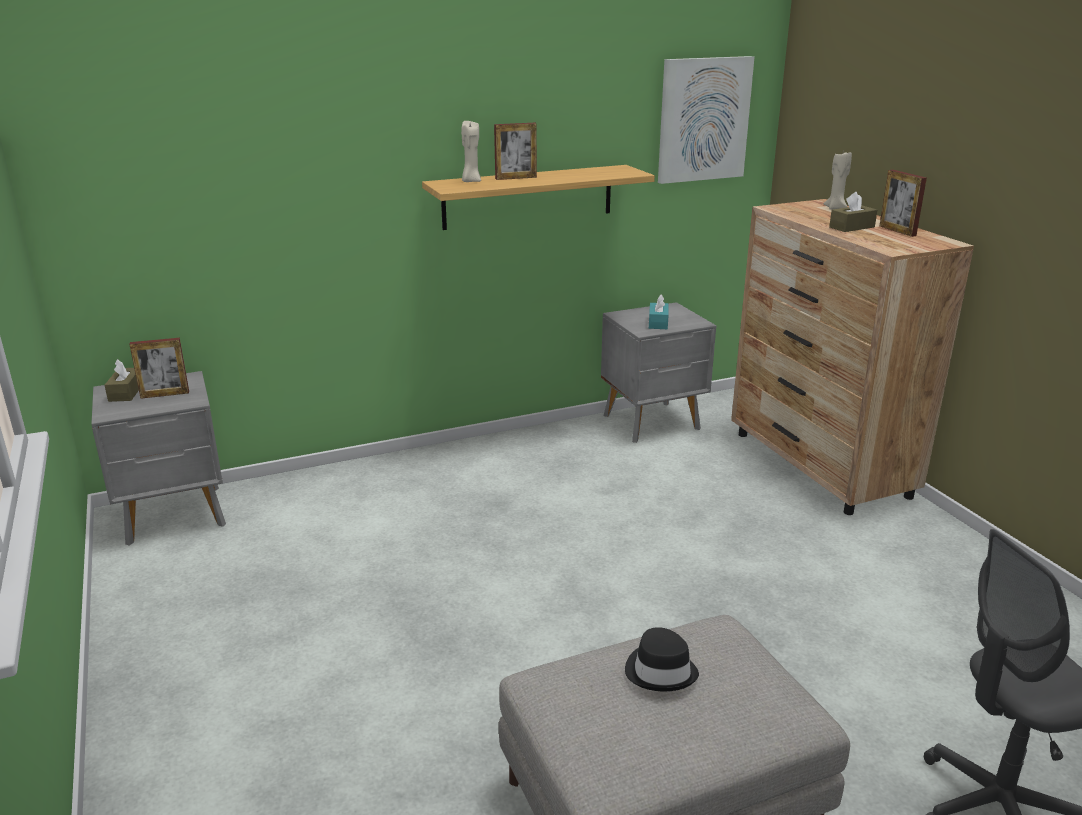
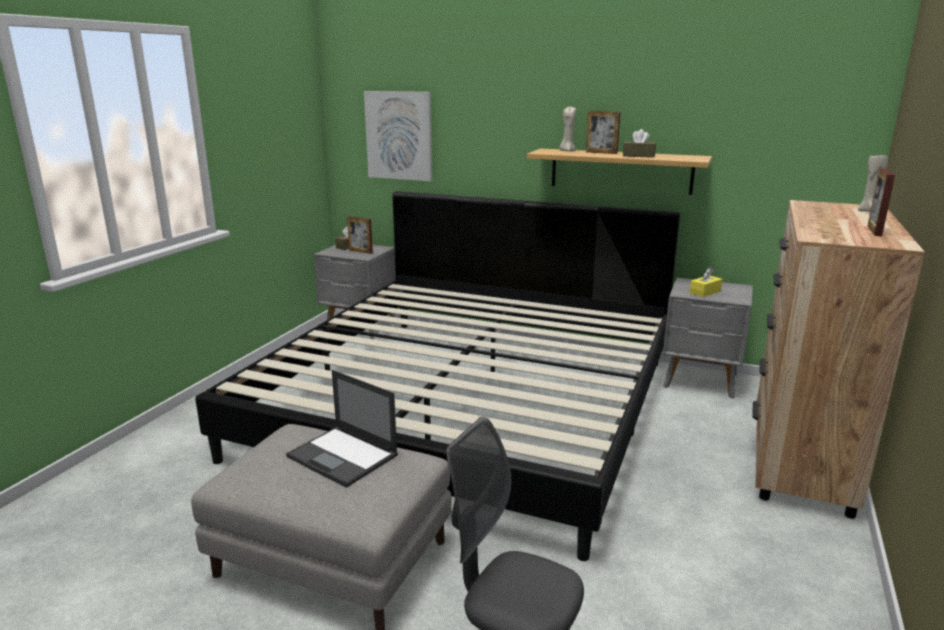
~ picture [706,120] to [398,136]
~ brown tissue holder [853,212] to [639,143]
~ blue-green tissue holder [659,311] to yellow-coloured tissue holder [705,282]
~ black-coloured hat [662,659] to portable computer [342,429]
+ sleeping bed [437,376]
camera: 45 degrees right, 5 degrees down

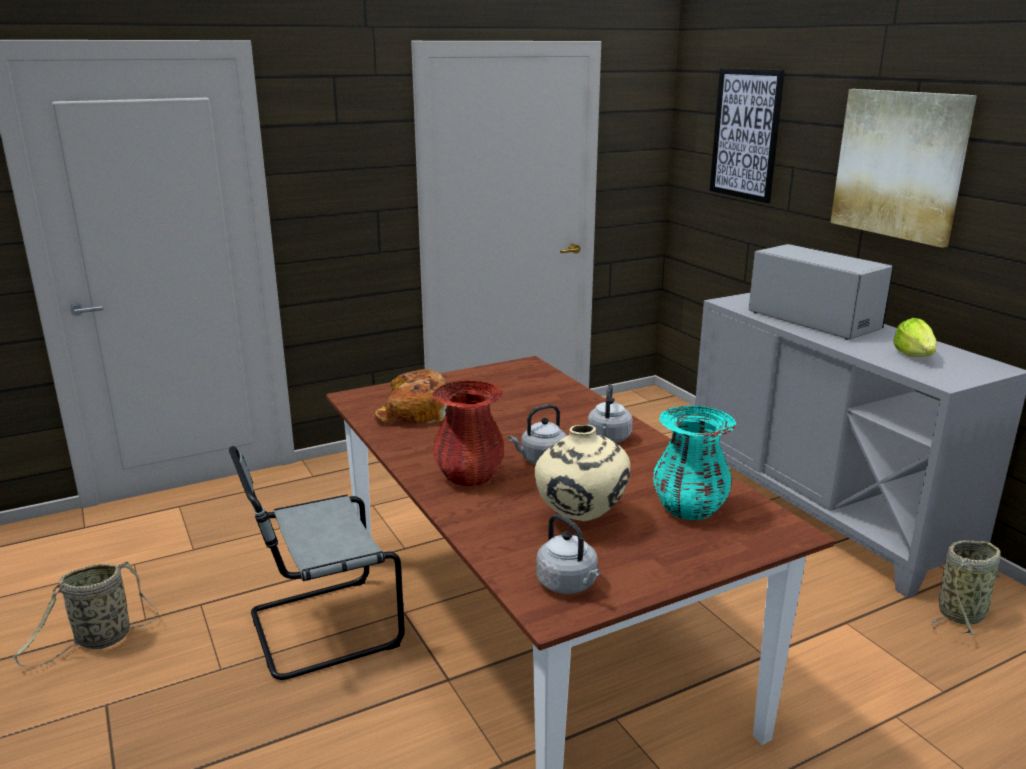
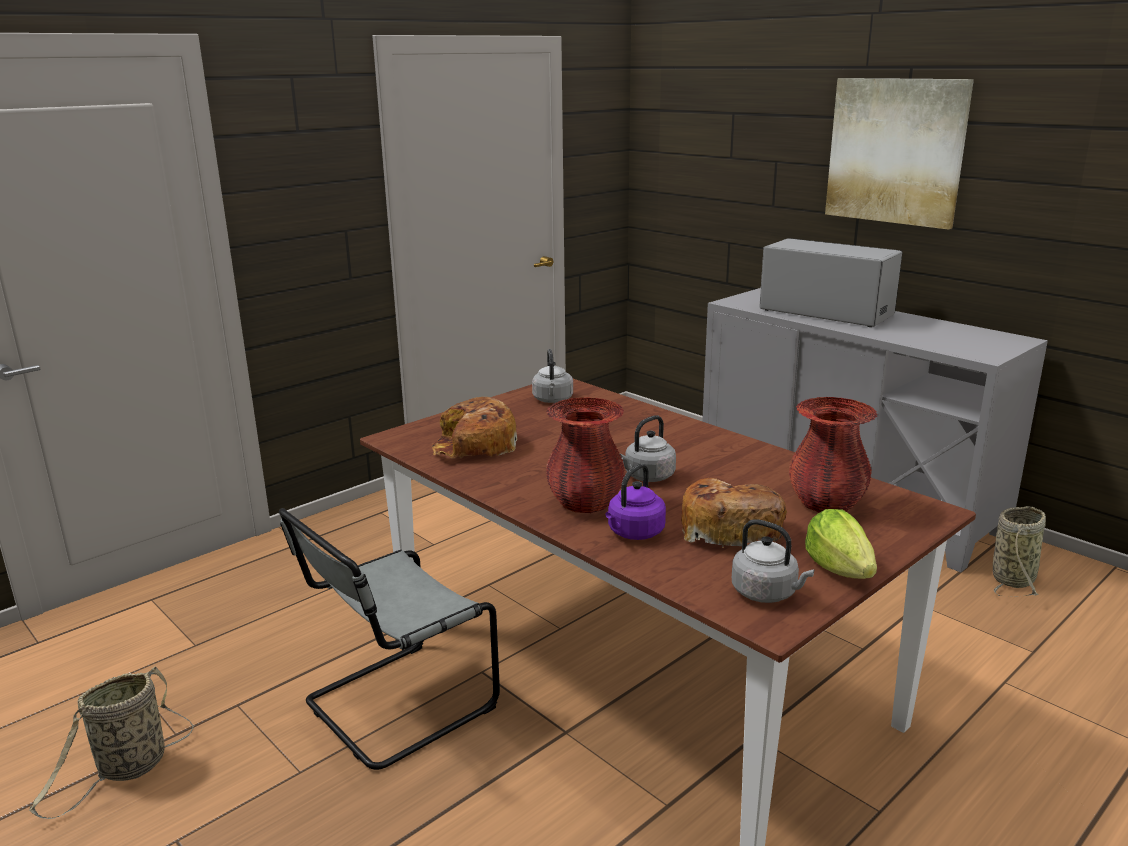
- picture [747,135]
~ head of lettuce [915,337] to [841,544]
~ grey tea kettle [610,413] to [552,376]
~ blue-green decorative vase [694,463] to reddish decorative vase [833,455]
~ beige decorative vase [582,473] to baked bread [734,513]
+ purplish tea kettle [635,502]
camera: 15 degrees left, 0 degrees up

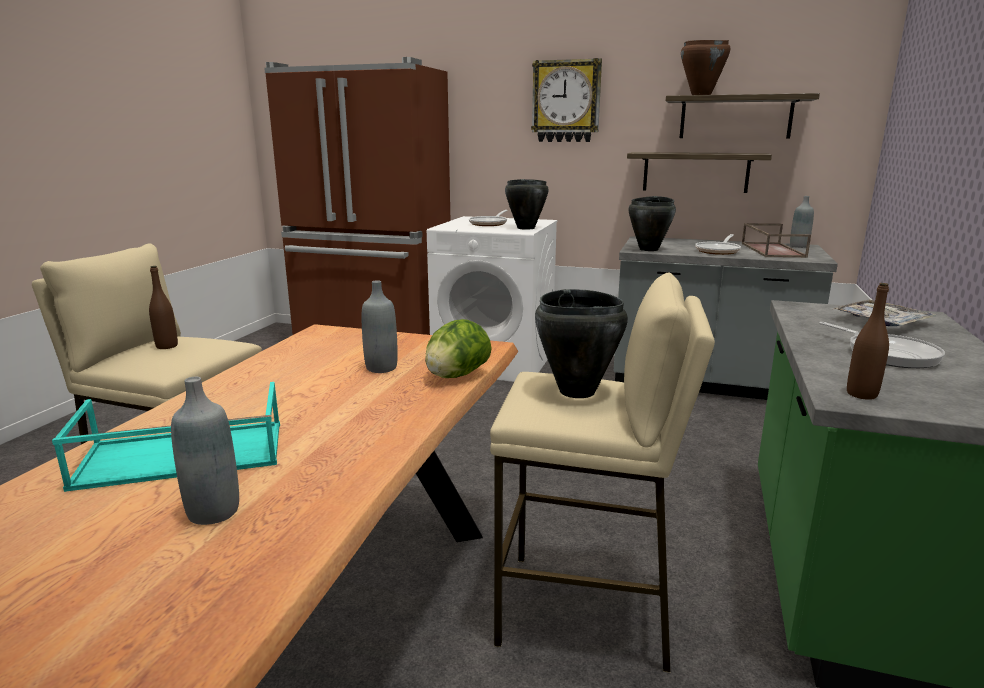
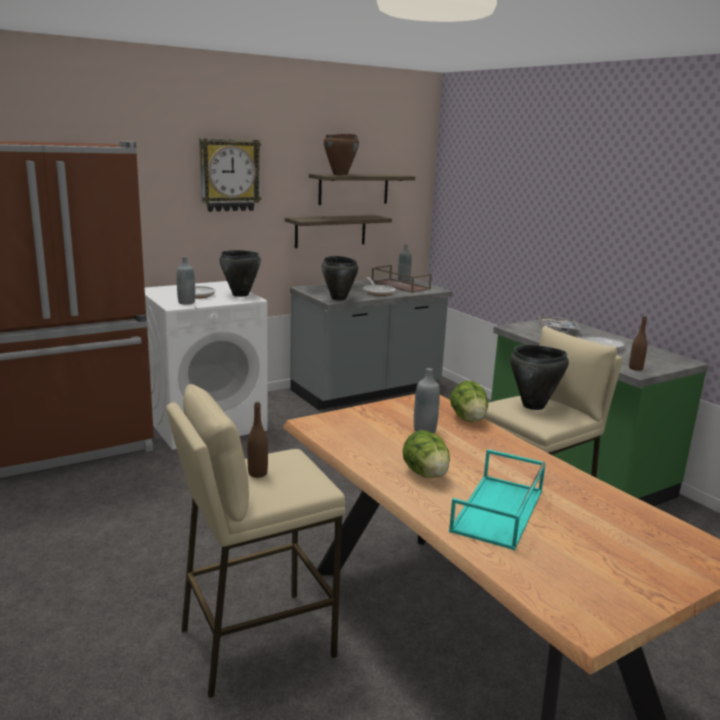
~ grey beverage bottle [205,451] to [186,281]
+ head of lettuce [426,454]
camera: 50 degrees left, 0 degrees up

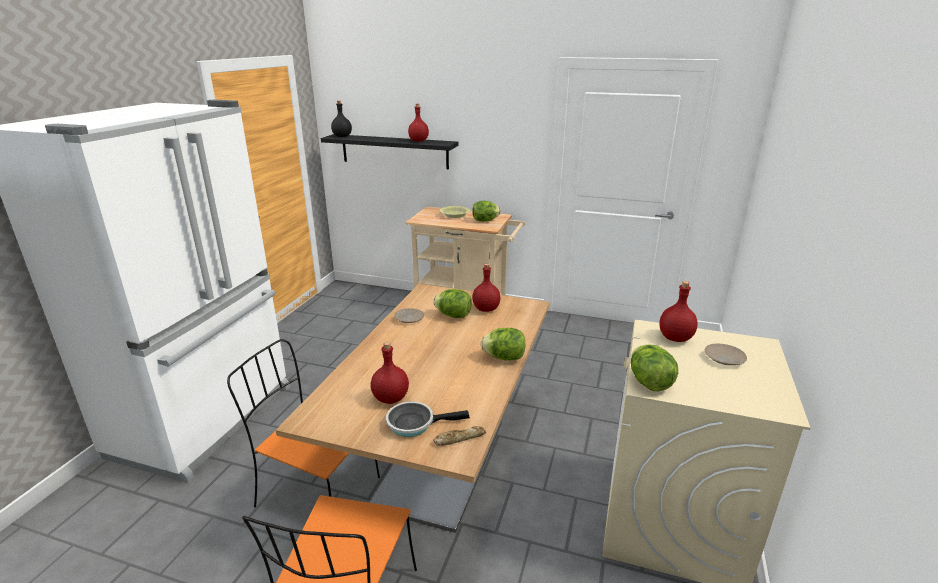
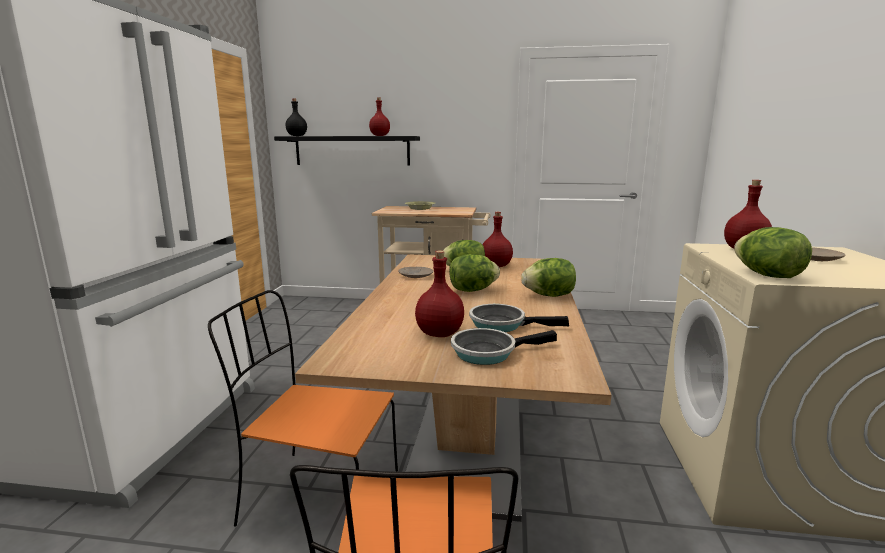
~ head of lettuce [486,211] to [474,273]
- baked bread [459,436]
+ frying pan [519,318]
camera: 10 degrees left, 10 degrees down

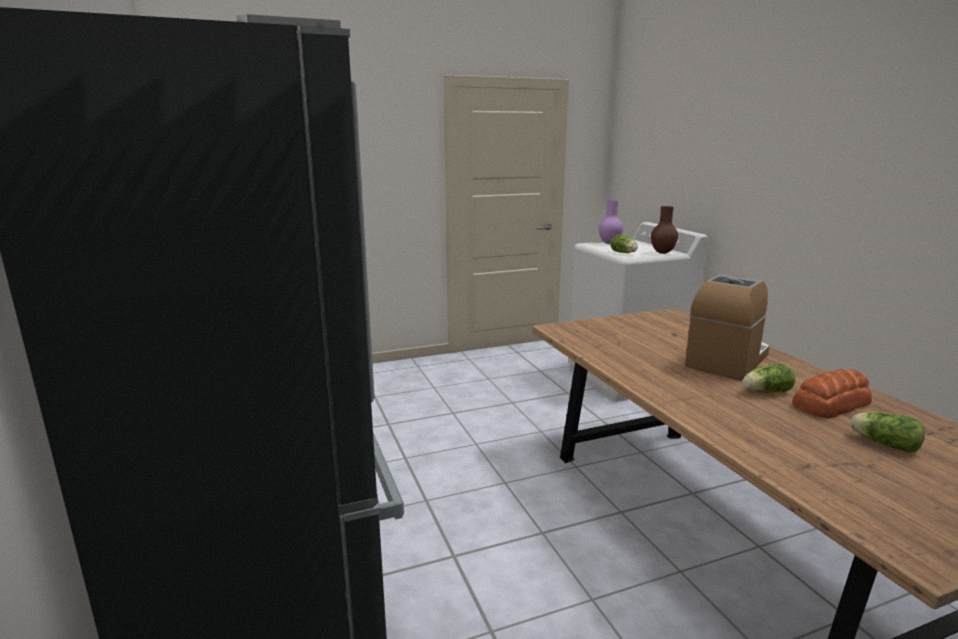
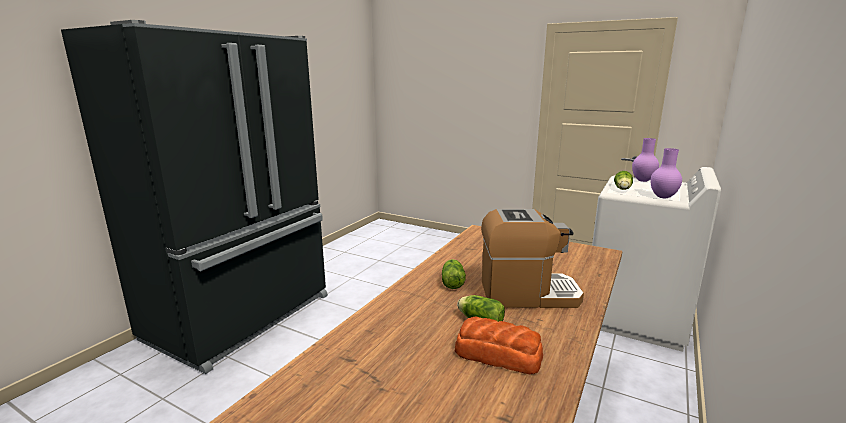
~ brown decorative vase [664,230] to purplish decorative vase [666,173]
~ head of lettuce [888,432] to [454,274]
camera: 50 degrees right, 0 degrees up

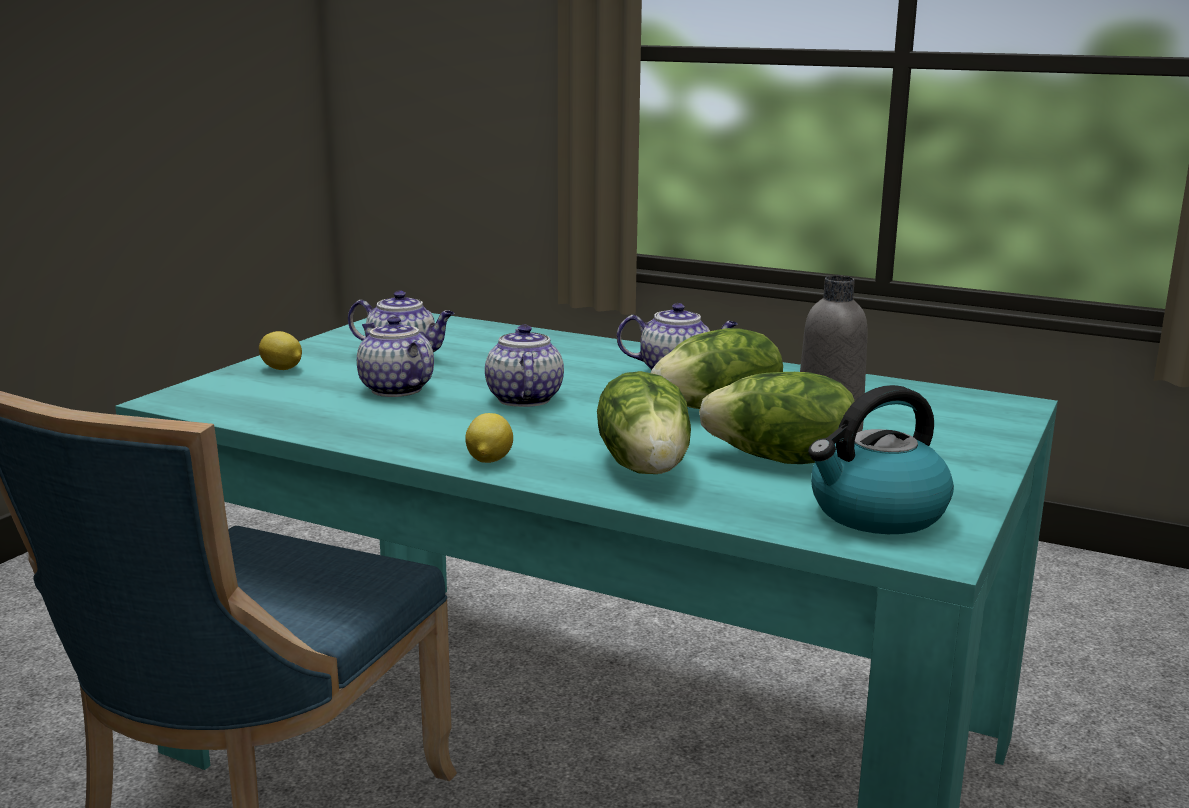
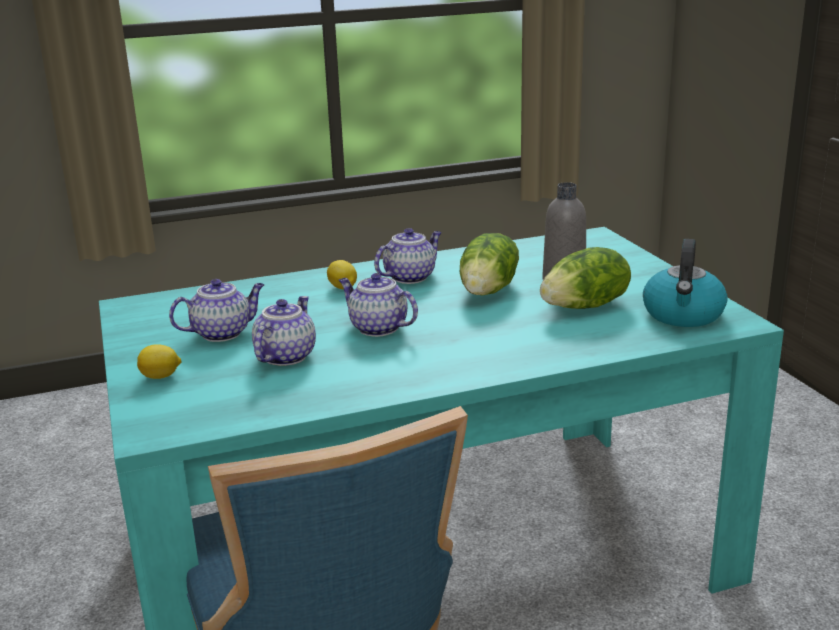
~ tea pot [395,356] = [284,331] 105 degrees clockwise
- head of lettuce [644,422]
~ whole lemon [489,438] to [342,274]
camera: 45 degrees left, 5 degrees up

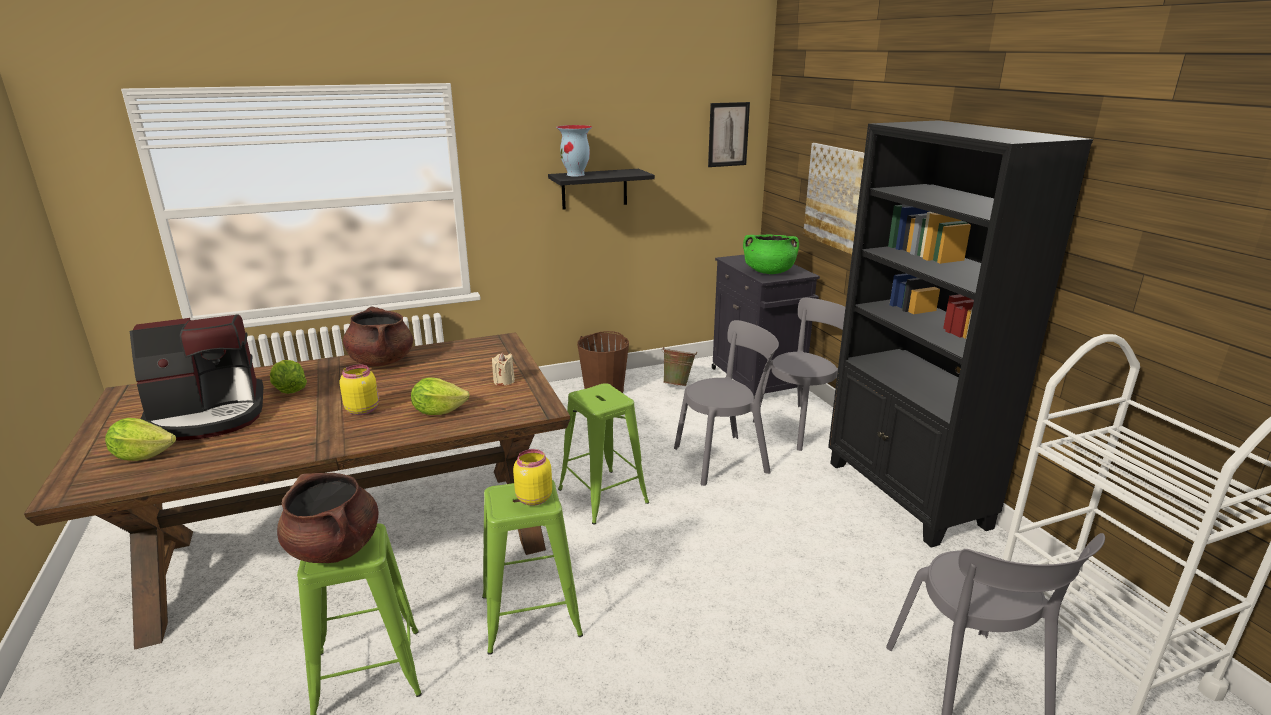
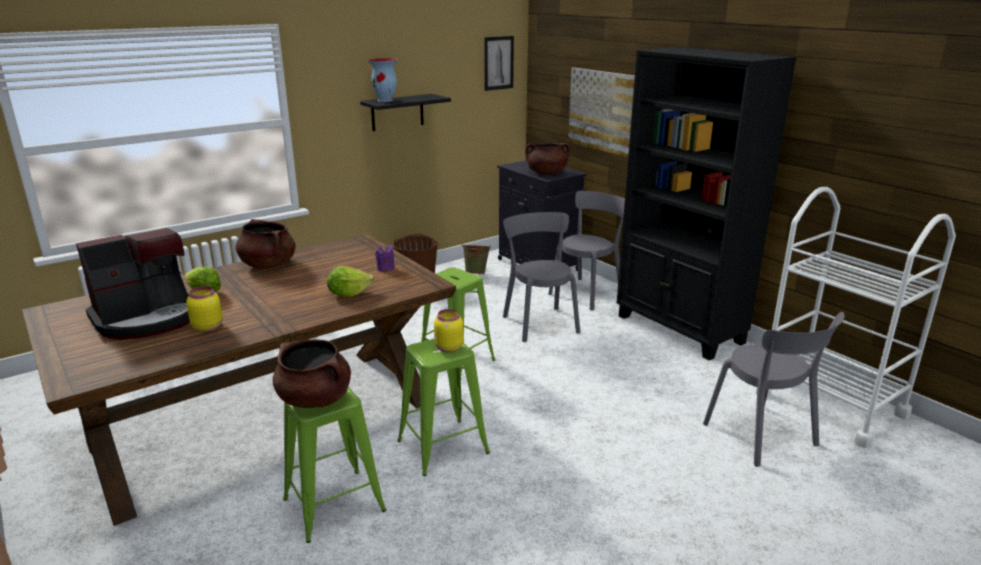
~ green cooking pot [771,254] to brown cooking pot [547,159]
~ grey chair [726,403] = [541,277] 75 degrees counterclockwise
~ beige wax candle [503,369] to purplish wax candle [385,258]
~ yellow-coloured storage jar [359,390] to [204,309]
- head of lettuce [140,439]
camera: 15 degrees left, 0 degrees up

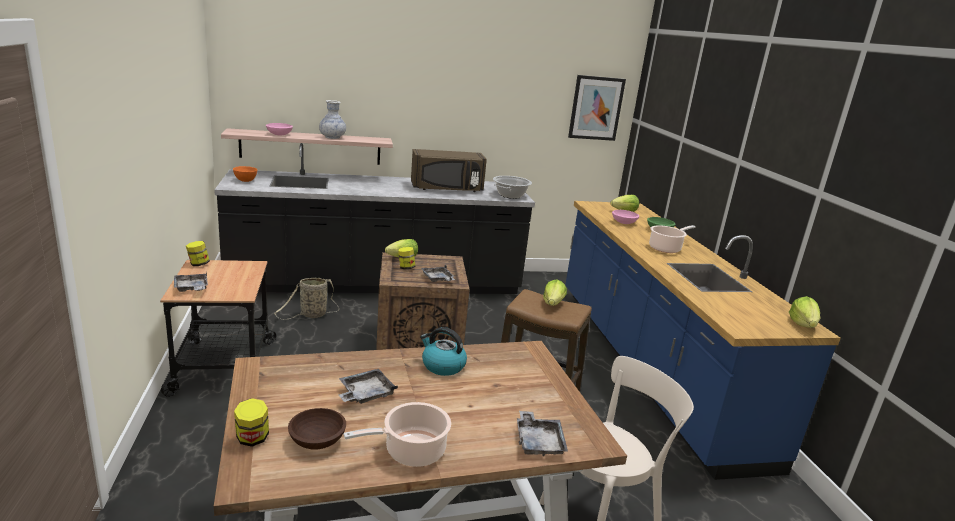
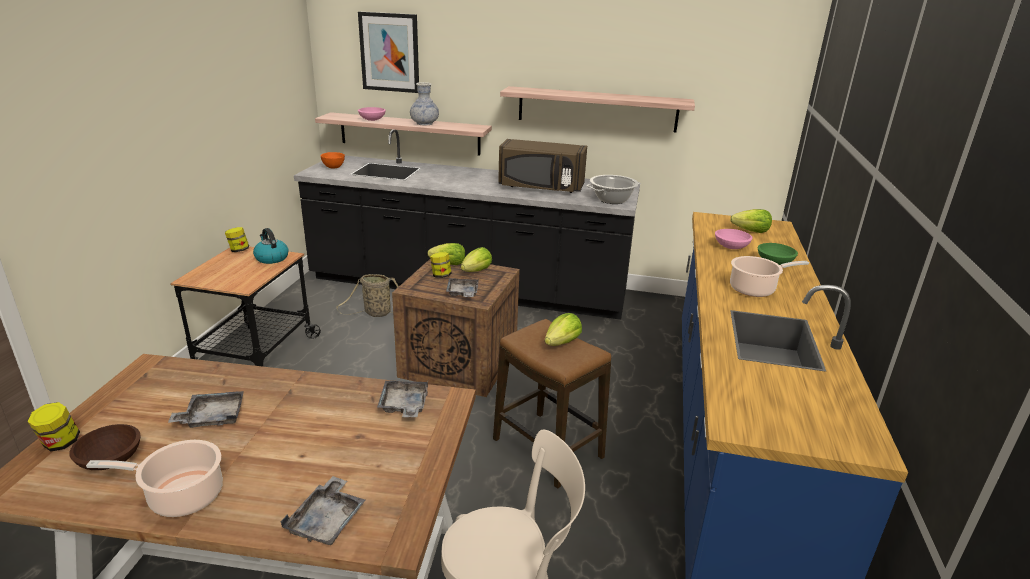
~ picture [597,108] to [388,52]
~ grey tray [191,281] to [402,399]
~ head of lettuce [804,312] to [476,259]
~ tea kettle [443,351] to [270,246]
+ shelf [597,109]
camera: 25 degrees right, 5 degrees up

